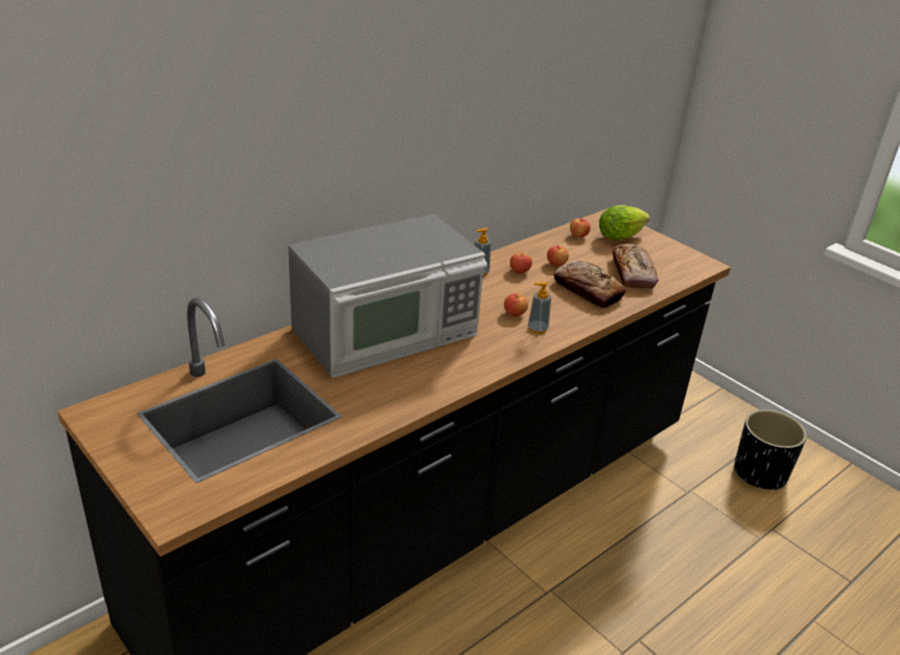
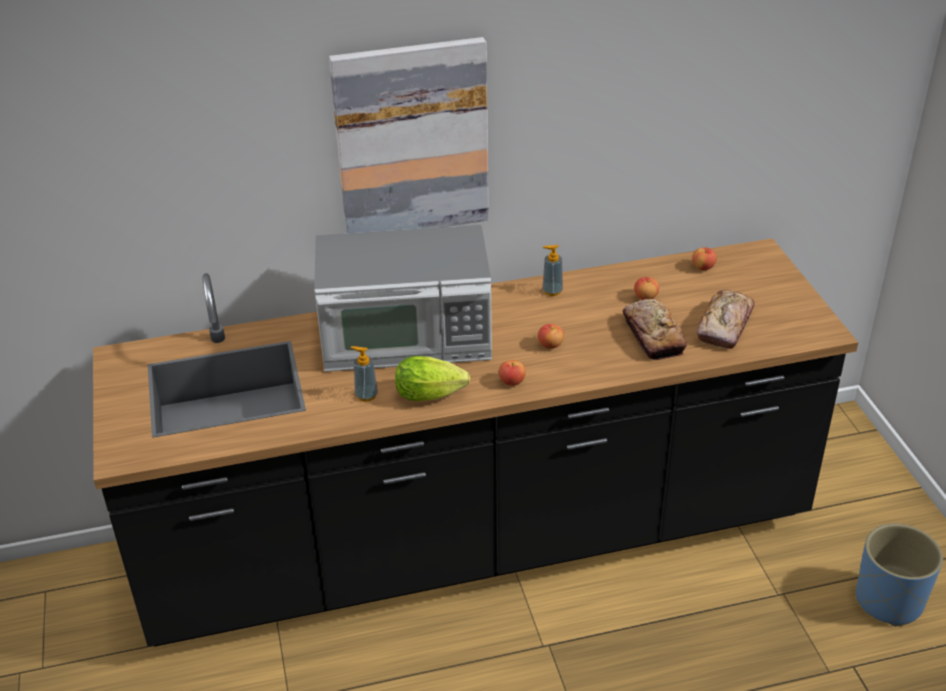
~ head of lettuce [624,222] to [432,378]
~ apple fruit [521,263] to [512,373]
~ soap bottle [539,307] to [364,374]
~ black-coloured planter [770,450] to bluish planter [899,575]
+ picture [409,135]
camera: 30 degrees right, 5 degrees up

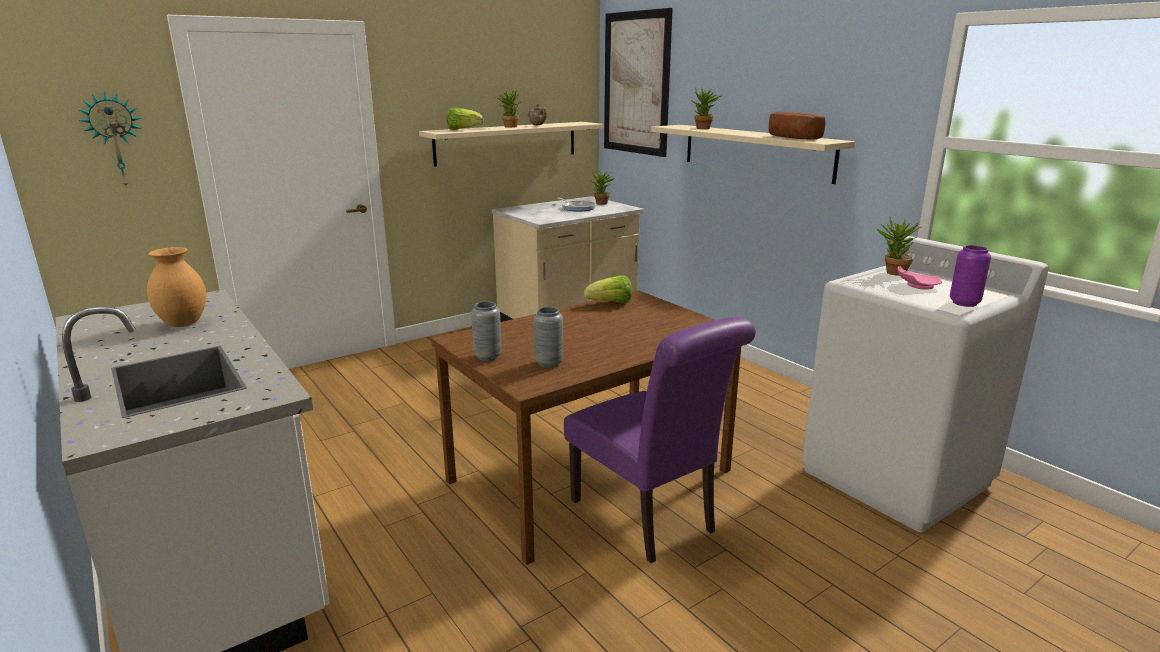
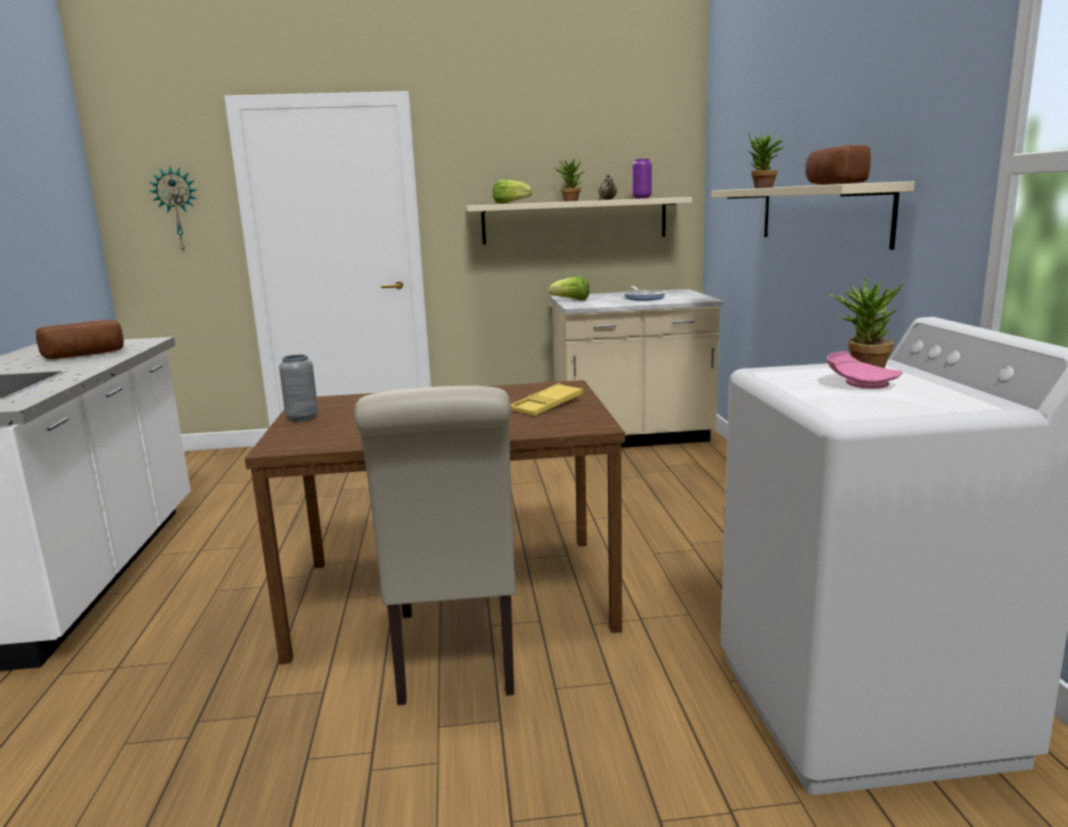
- picture [638,82]
- potted plant [603,187]
~ purplish decorative vase [970,276] to [642,179]
~ brown decorative vase [176,287] to baked bread [80,339]
~ head of lettuce [608,289] to [569,288]
- grey decorative vase [548,337]
~ purplish chair [660,440] to beige chair [435,545]
+ yellow-coloured tray [547,399]
camera: 30 degrees right, 5 degrees down

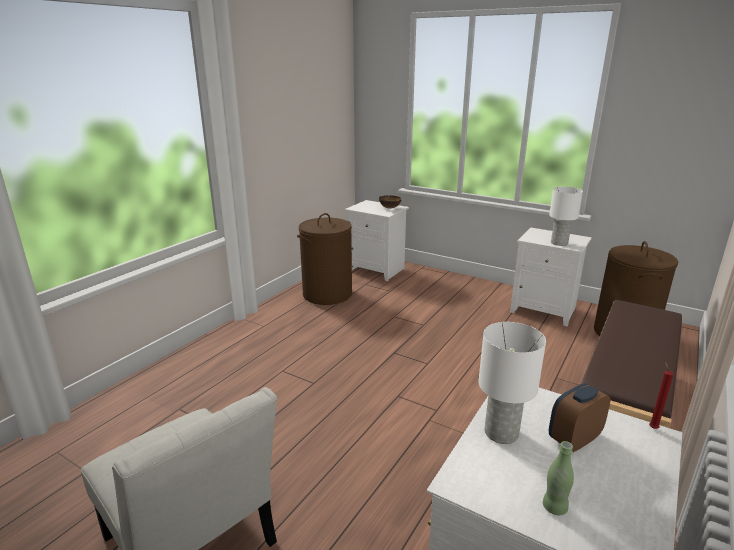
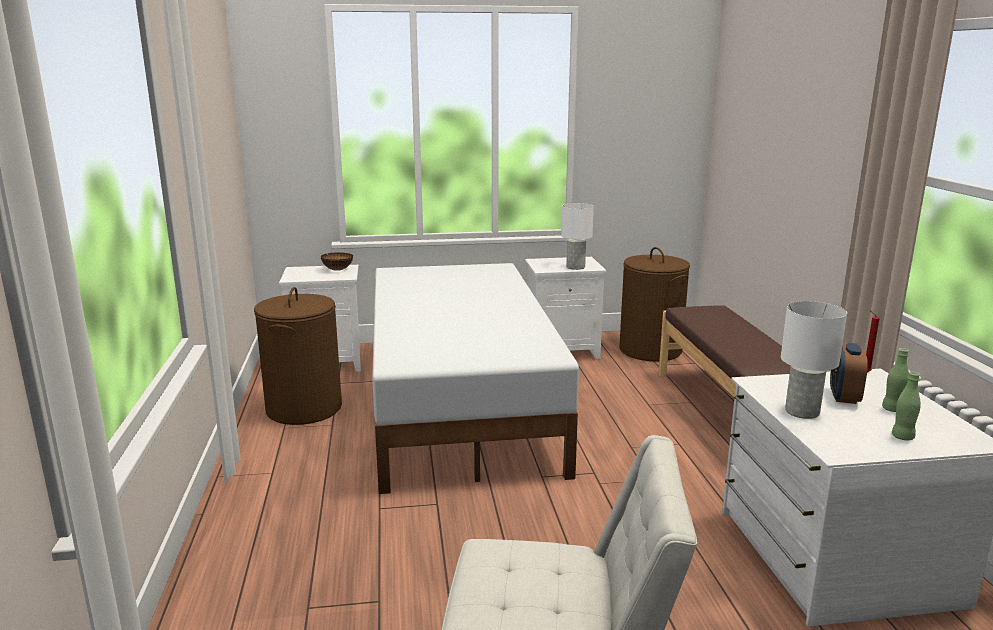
+ whitish sleeping bed [475,378]
+ green beverage bottle [895,380]
camera: 40 degrees left, 5 degrees down

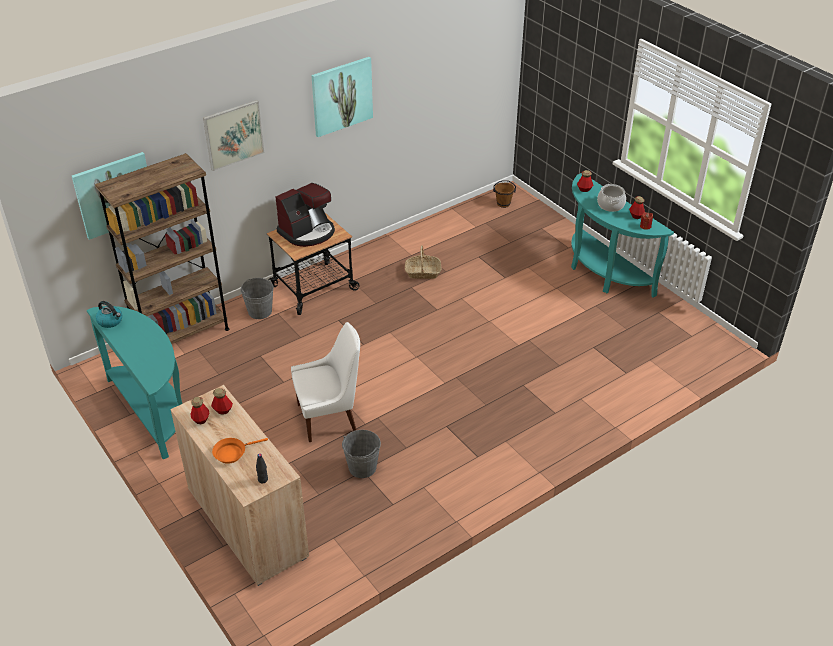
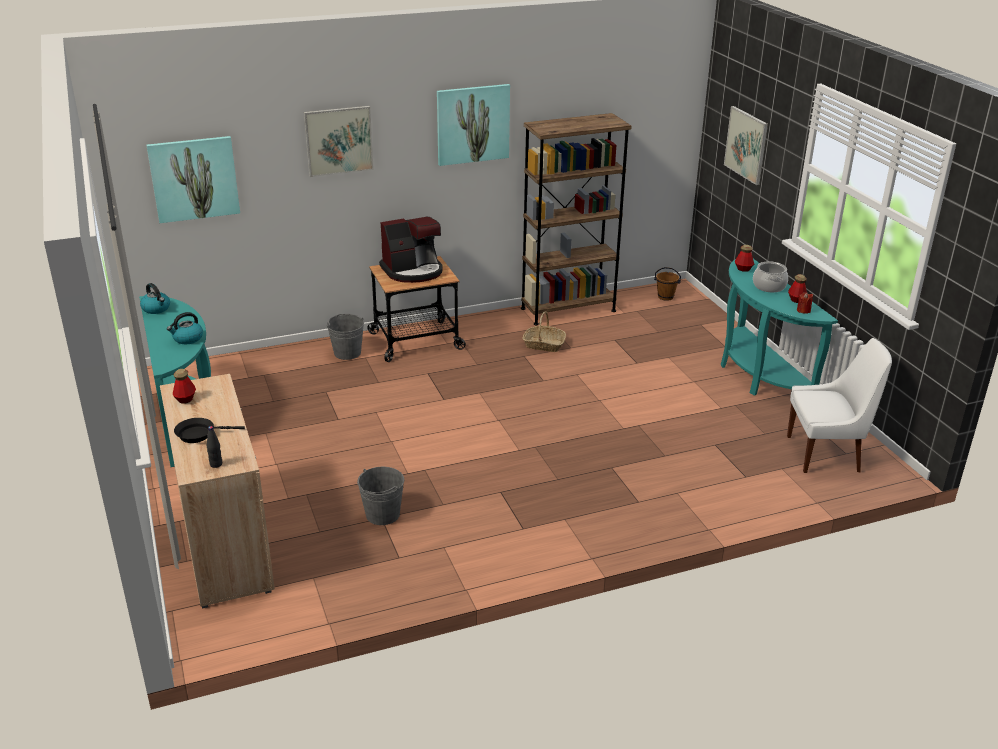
~ brown bookcase [162,248] to [576,219]
~ whitish chair [325,382] to [839,405]
- beverage bottle [222,401]
~ orangey frying pan [240,451] to black-coloured frying pan [209,430]
+ picture [746,145]
+ tea kettle [185,328]
camera: 15 degrees right, 10 degrees down

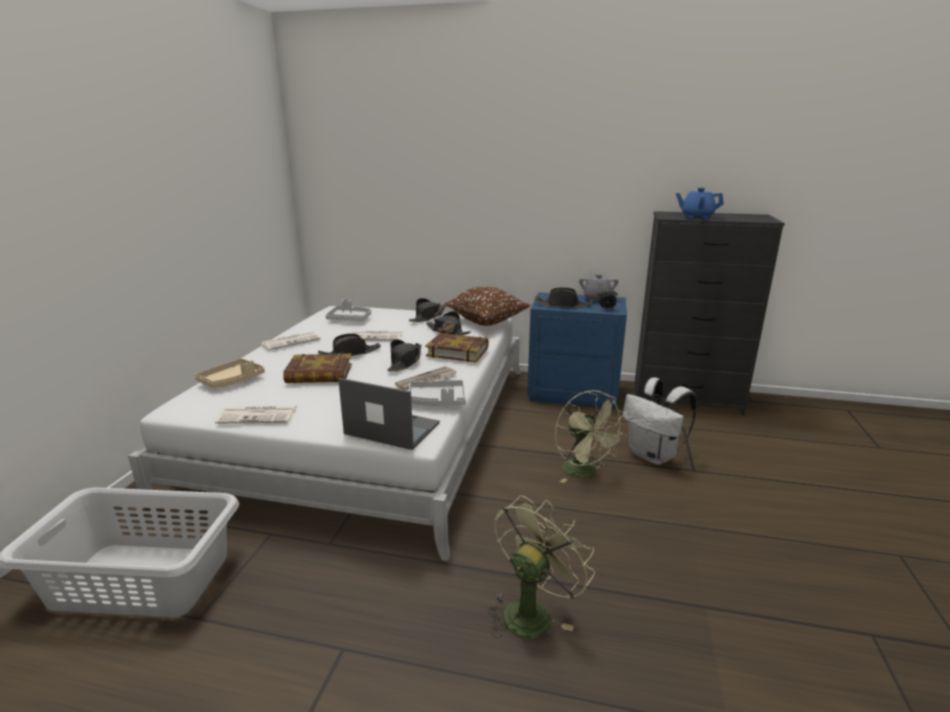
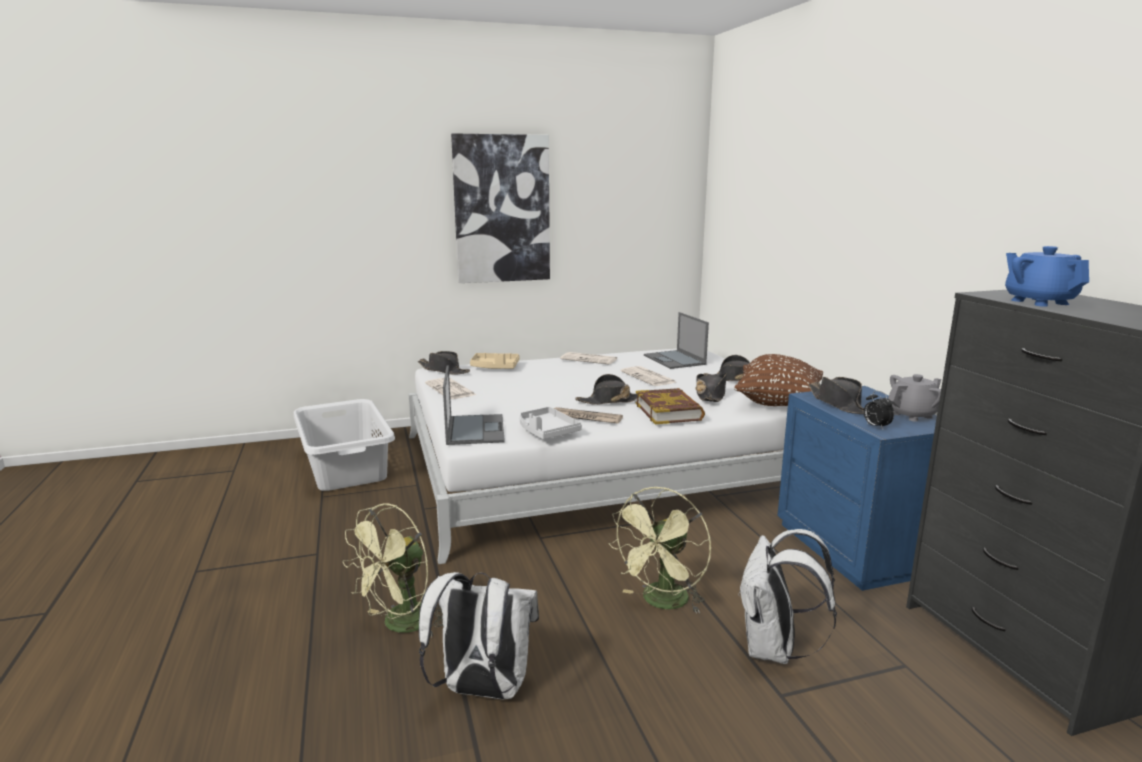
~ grey tray [348,310] to portable computer [676,340]
~ black-coloured hat [349,344] to [444,363]
- bound book [317,368]
~ green cooling fan [541,567] = [393,570] 120 degrees clockwise
+ picture [500,208]
+ whitish backpack [479,635]
camera: 60 degrees right, 5 degrees down

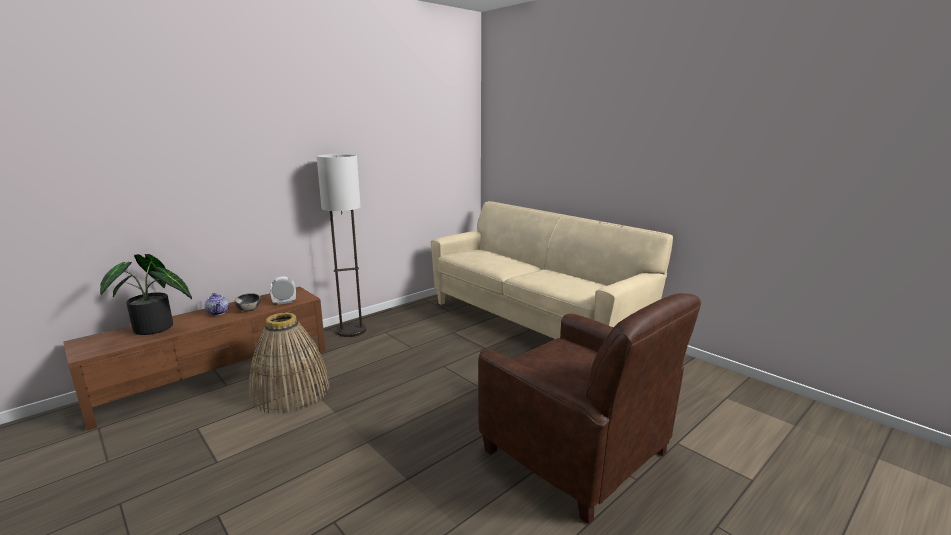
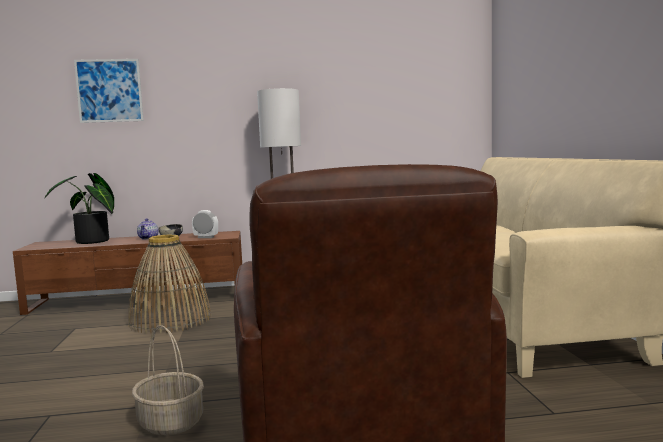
+ picture [109,91]
+ basket [168,380]
camera: 35 degrees right, 10 degrees down

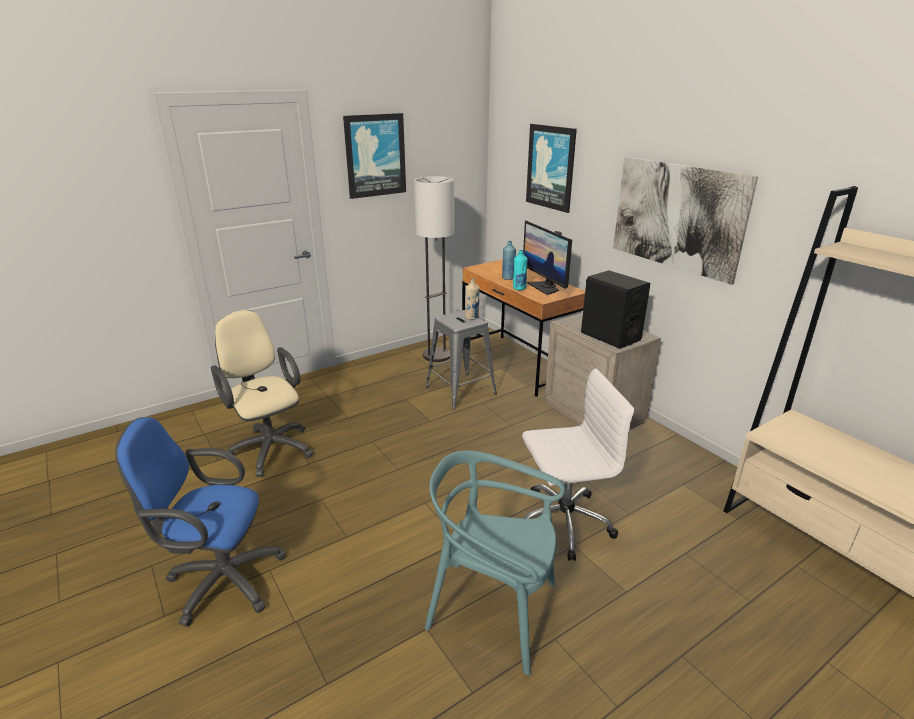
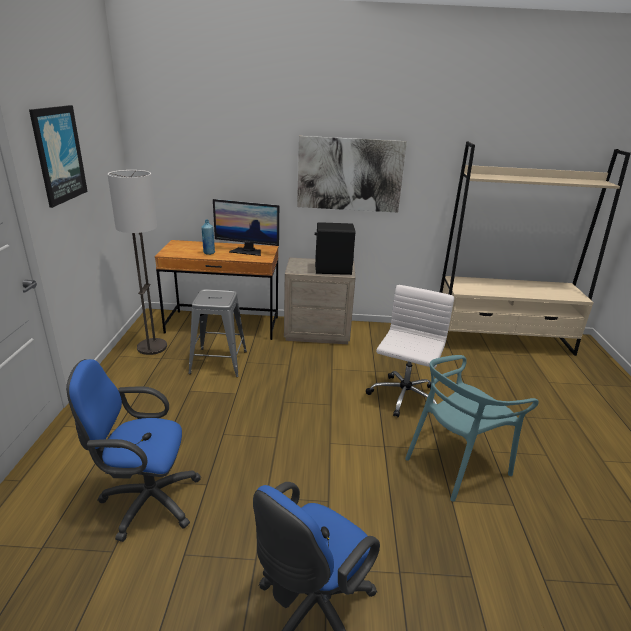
- picture [551,168]
- blue-green beverage bottle [520,270]
- beige beverage bottle [472,299]
~ beige office chair [262,393] to bluish office chair [133,450]
camera: 55 degrees left, 0 degrees up

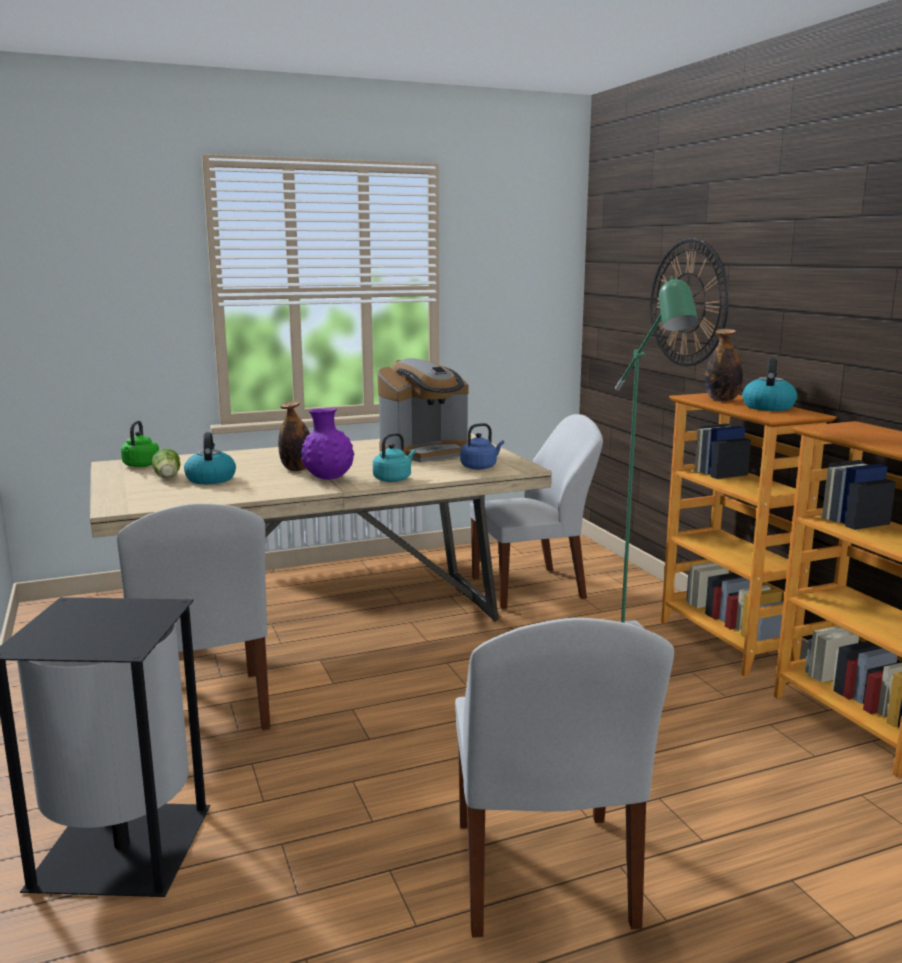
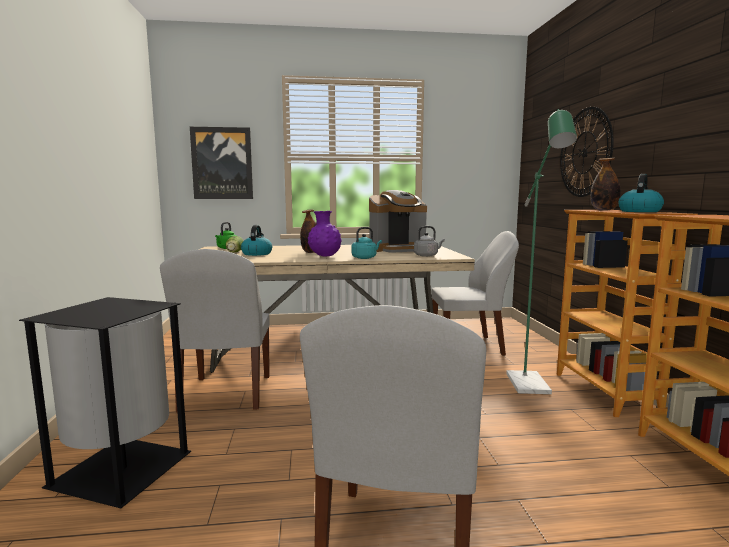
~ bluish tea kettle [482,446] to grey tea kettle [429,241]
+ picture [221,163]
camera: 15 degrees right, 5 degrees down

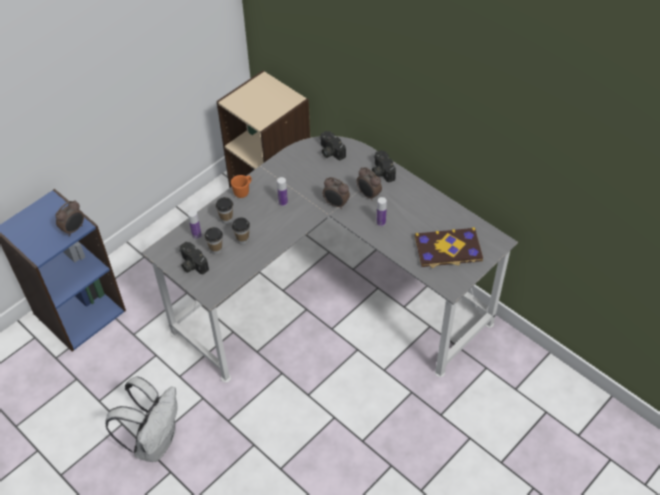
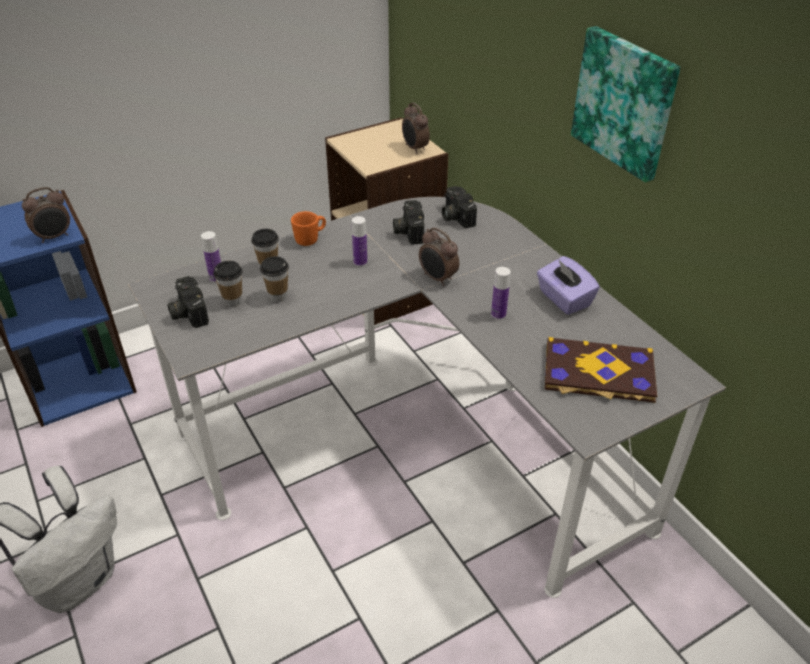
~ still camera [384,166] to [408,222]
~ table clock [369,184] to [416,128]
+ picture [625,104]
+ purplish tissue holder [568,285]
camera: 15 degrees right, 10 degrees down

